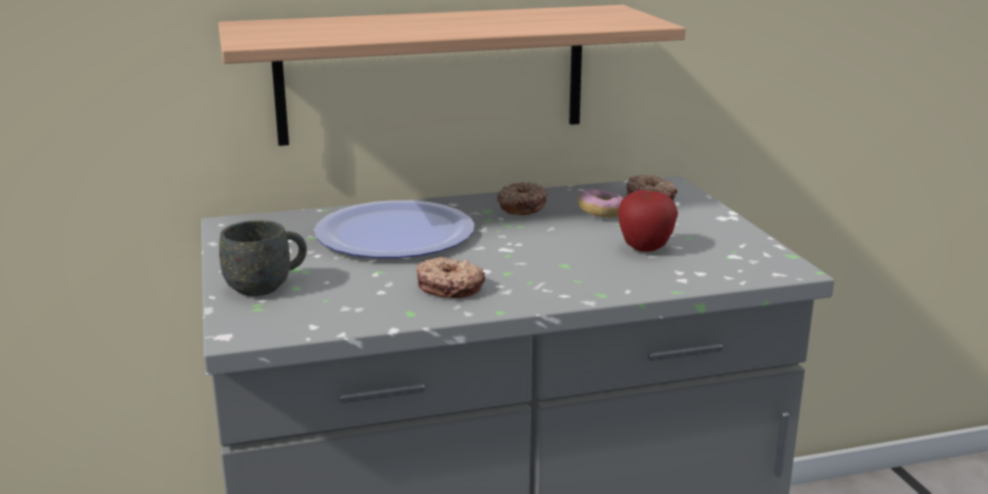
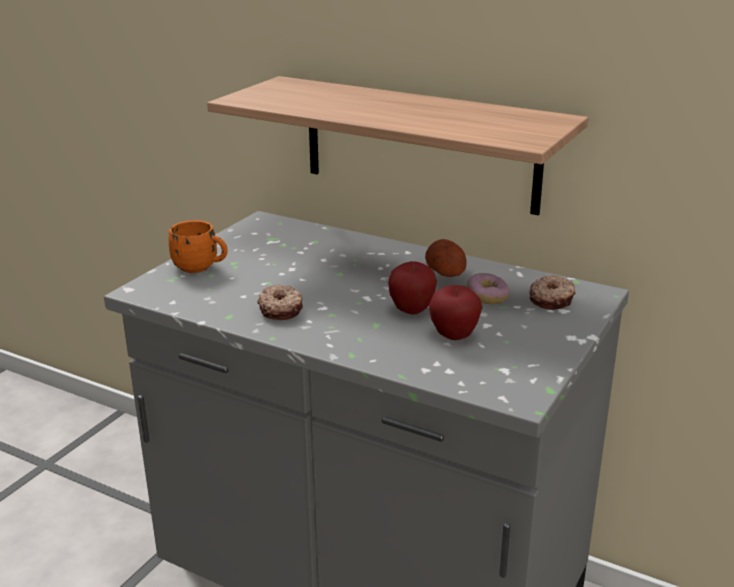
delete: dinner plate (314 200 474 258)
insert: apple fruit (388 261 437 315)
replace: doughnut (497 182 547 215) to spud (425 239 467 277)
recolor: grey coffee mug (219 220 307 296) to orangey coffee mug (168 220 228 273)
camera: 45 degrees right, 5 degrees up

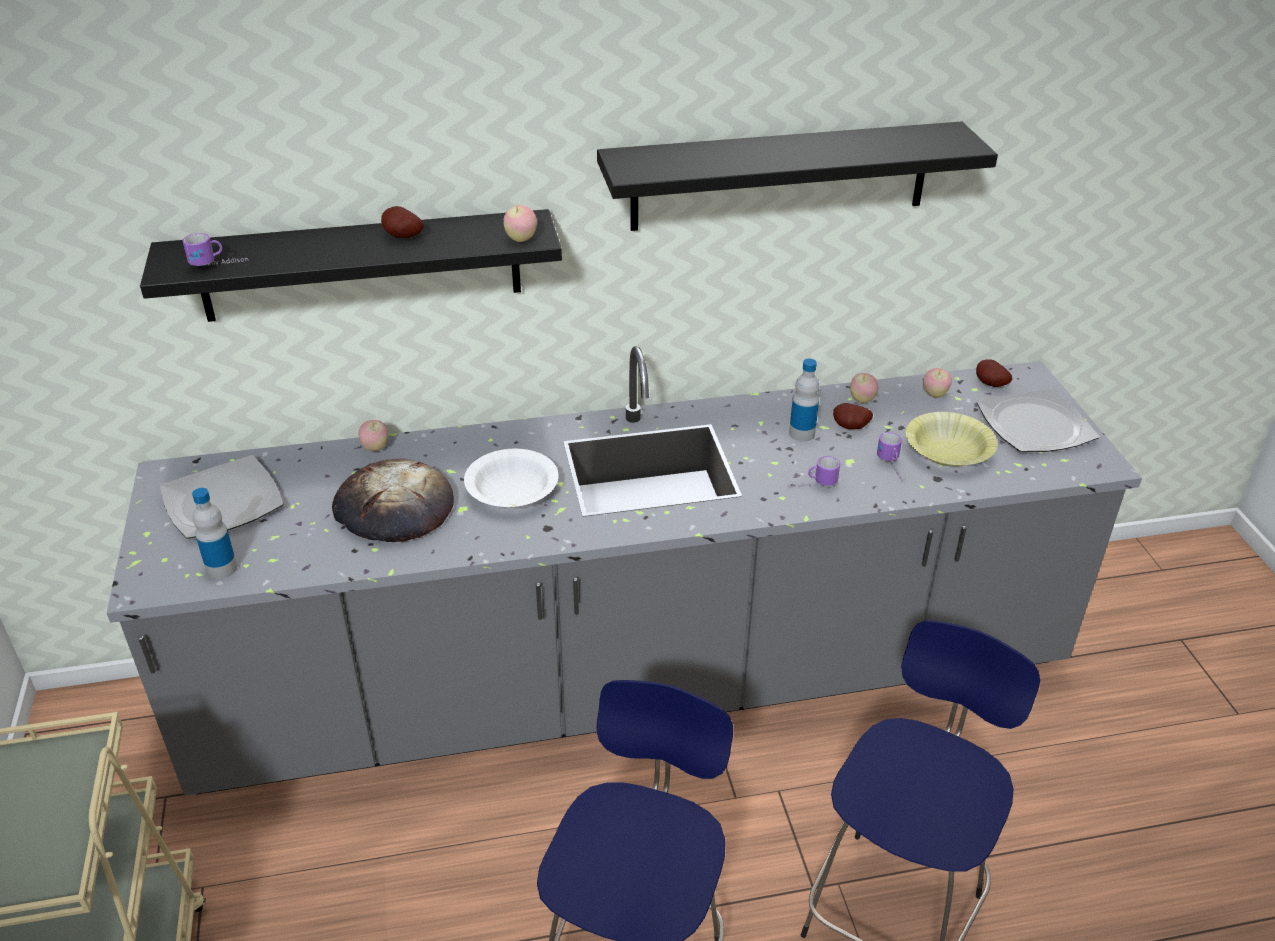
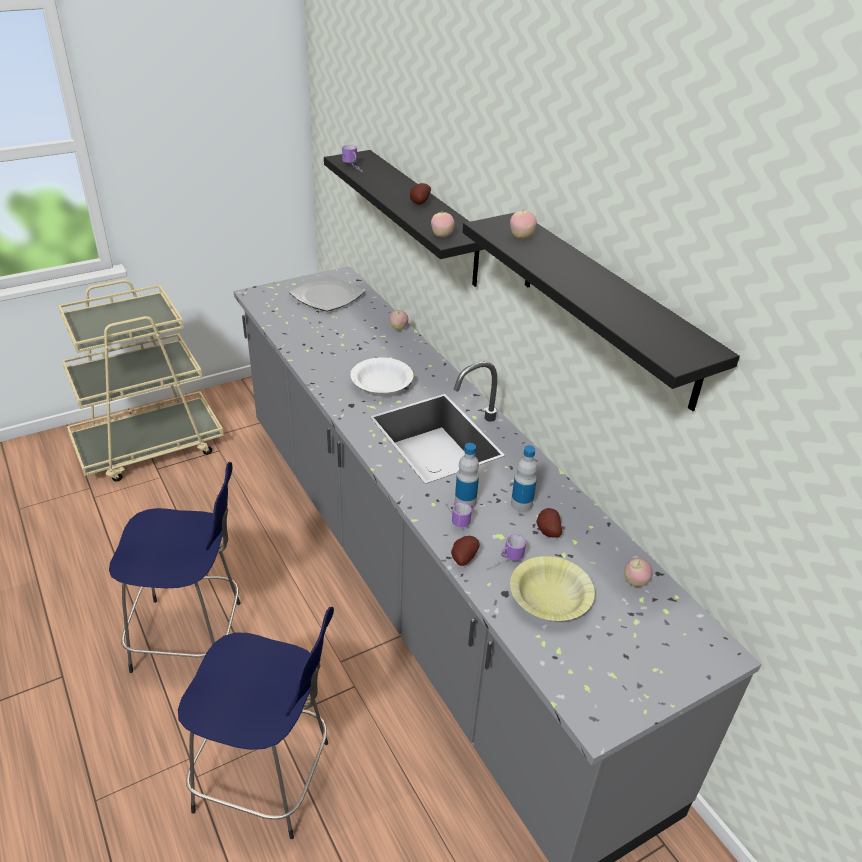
delete: baked bread (332 459 454 542); dinner plate (977 389 1099 452)
move: spud (976 359 1012 387) to (451 536 480 566); drink bottle (192 488 237 579) to (455 443 479 508); apple fruit (850 373 878 403) to (510 208 537 239)
camera: 70 degrees right, 0 degrees up

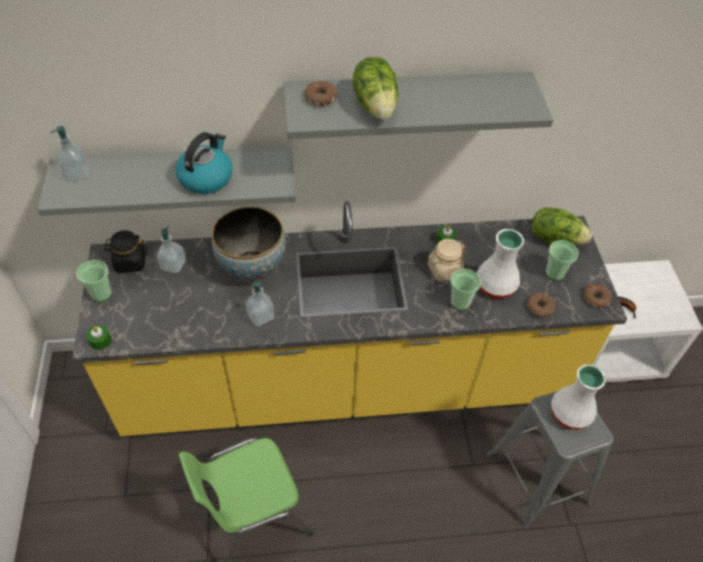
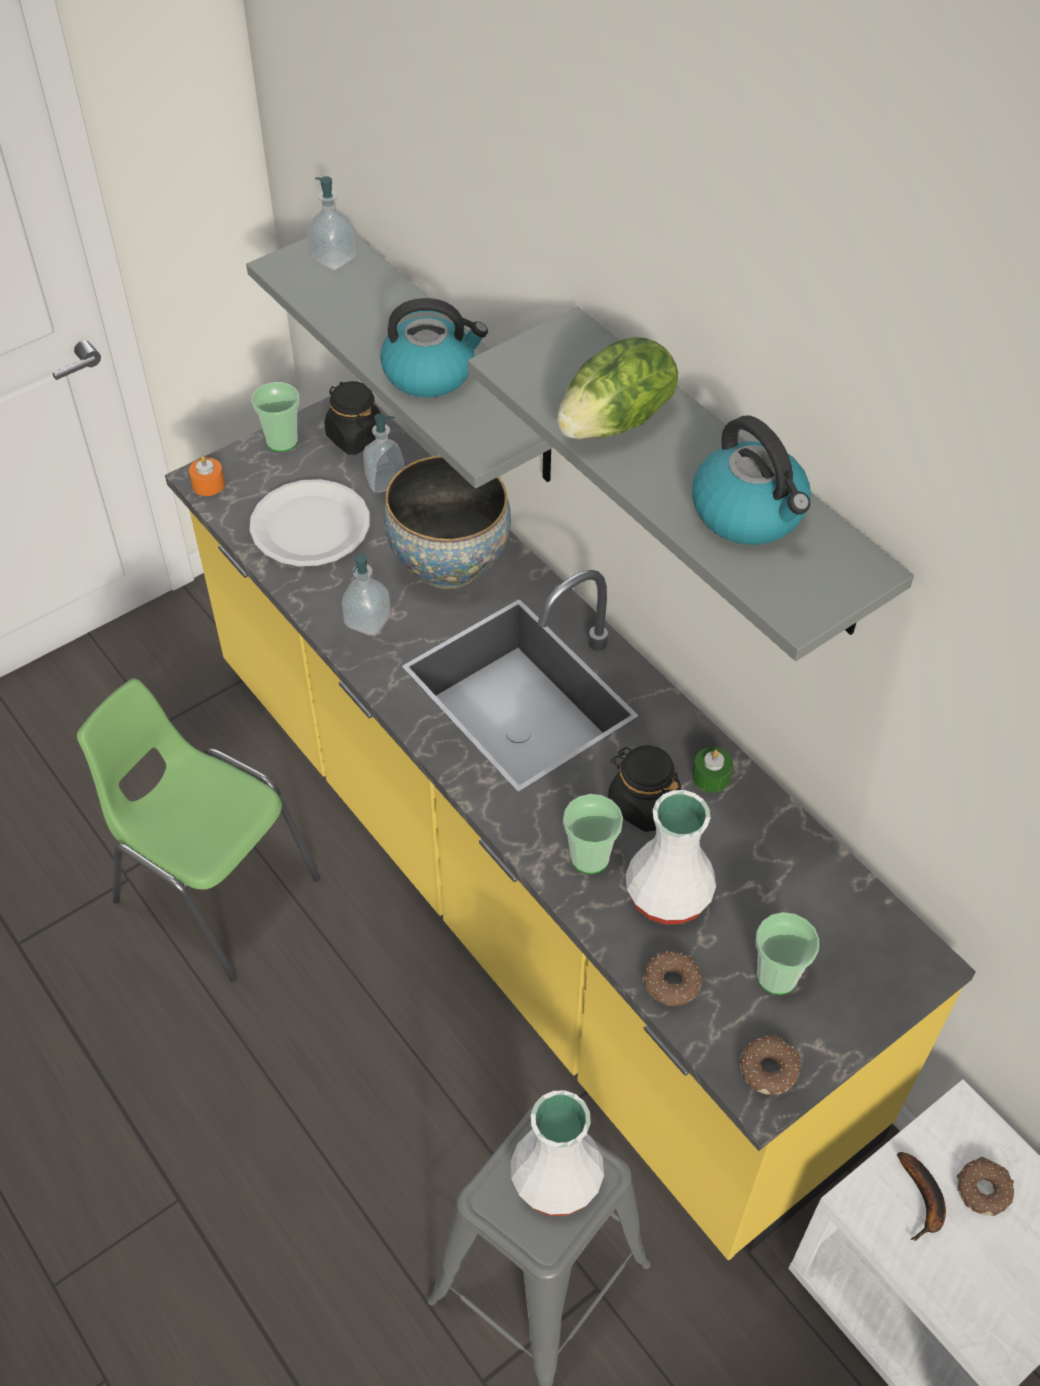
delete: lettuce head (532 207 592 245)
insert: white dinner plate (250 479 370 566); tea kettle (692 416 811 545)
move: doughnut (305 81 337 106) to (957 1157 1014 1216)
recolor: green-coloured wax light (86 325 112 350) to orangey wax light (189 455 225 496); sand-coloured preserve jar (428 239 466 282) to black preserve jar (608 745 681 832)
camera: 60 degrees right, 0 degrees up

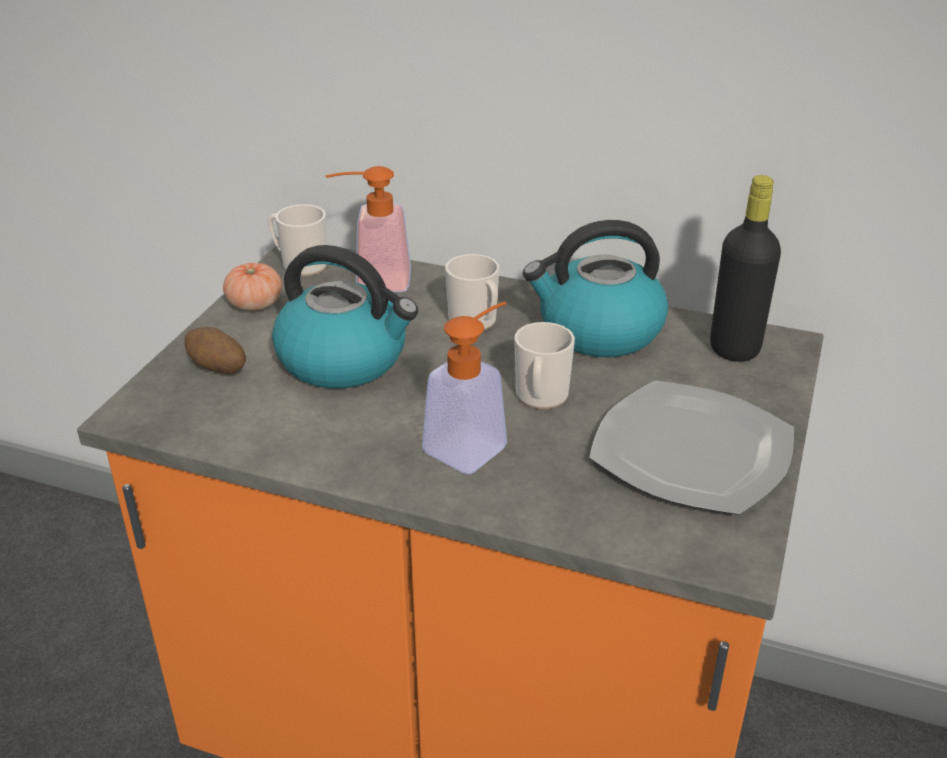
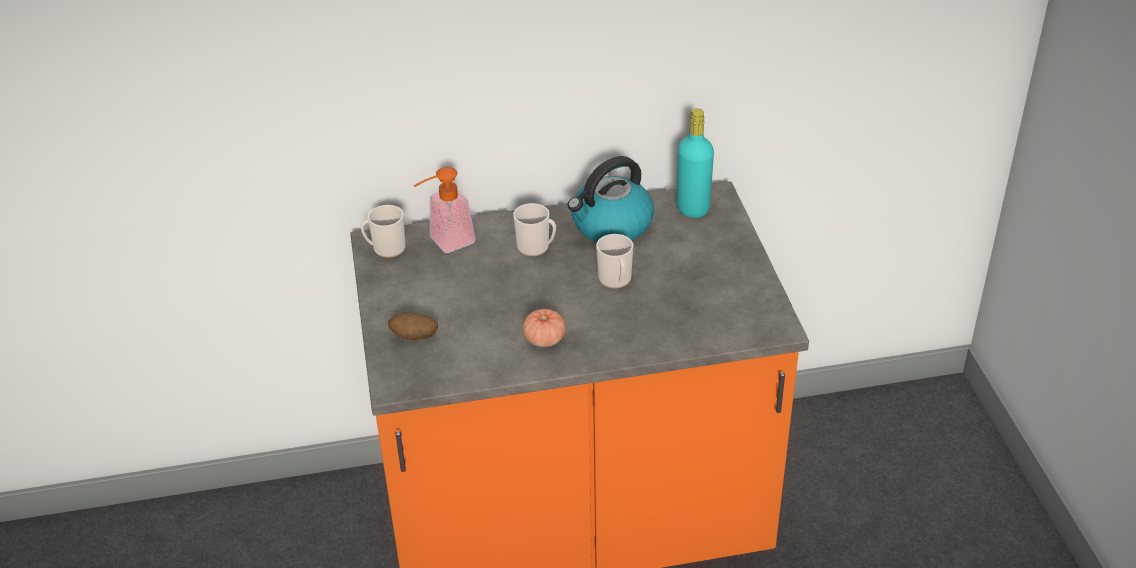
delete: tea kettle (272 245 418 389); soap bottle (422 301 507 474); dinner plate (589 381 794 515)
move: fresh tomato (223 263 282 311) to (522 309 566 347)
recolor: black drink bottle (710 175 781 362) to turquoise-coloured drink bottle (677 108 714 218)
camera: 30 degrees left, 5 degrees up

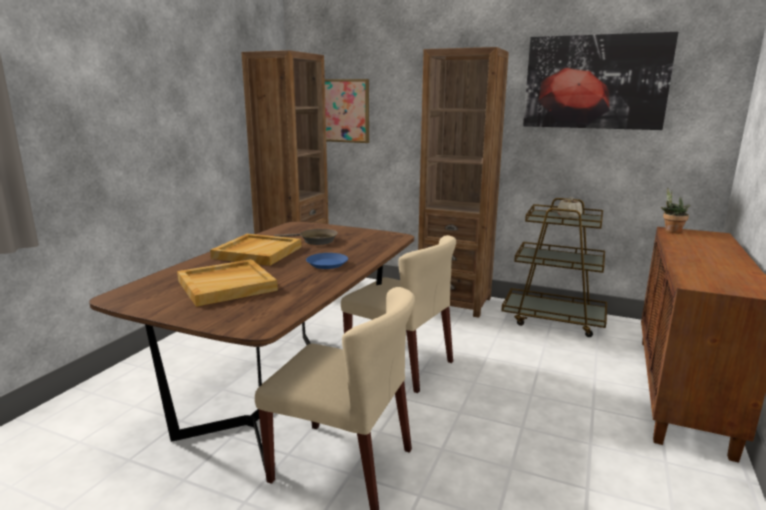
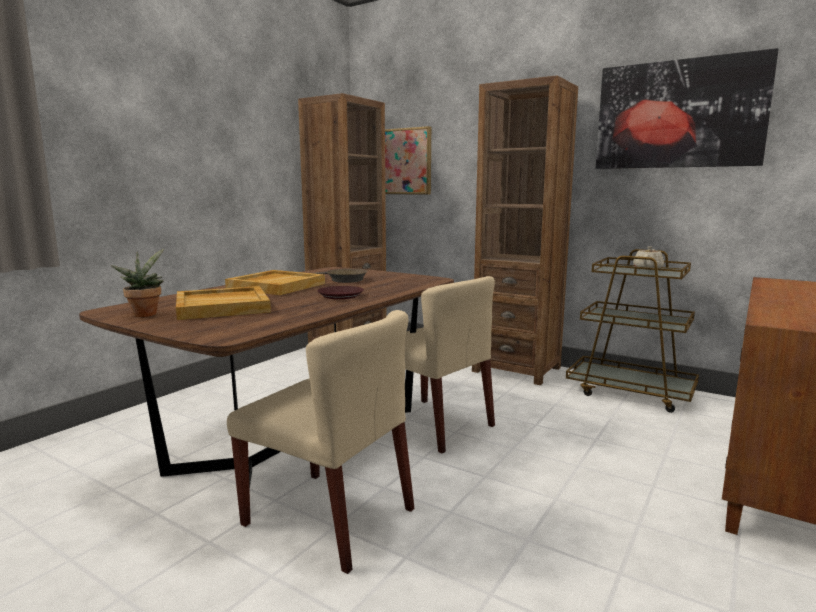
move: plant in a pot (661 187 690 233) to (111 249 164 317)
recolor: blue dinner plate (306 253 348 269) to brown-coloured dinner plate (317 286 364 299)
camera: 10 degrees right, 5 degrees down

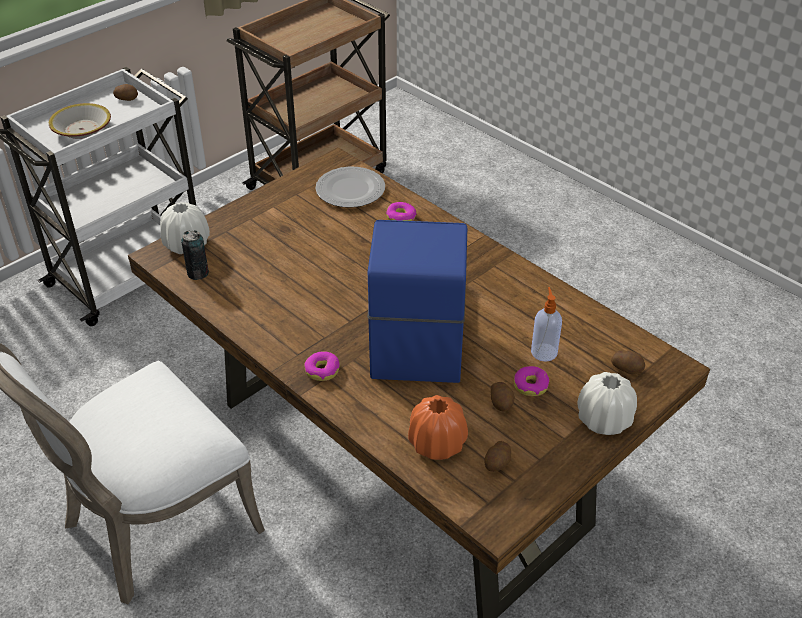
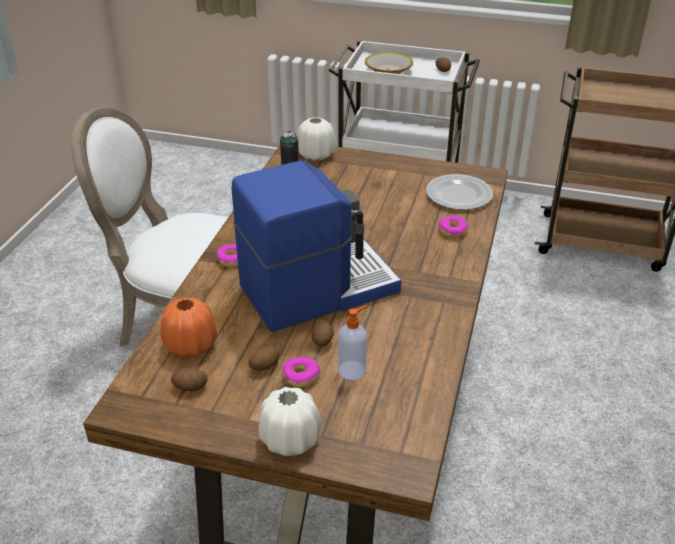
move: spud (611 350 645 374) to (312 319 334 347)
camera: 60 degrees right, 5 degrees down

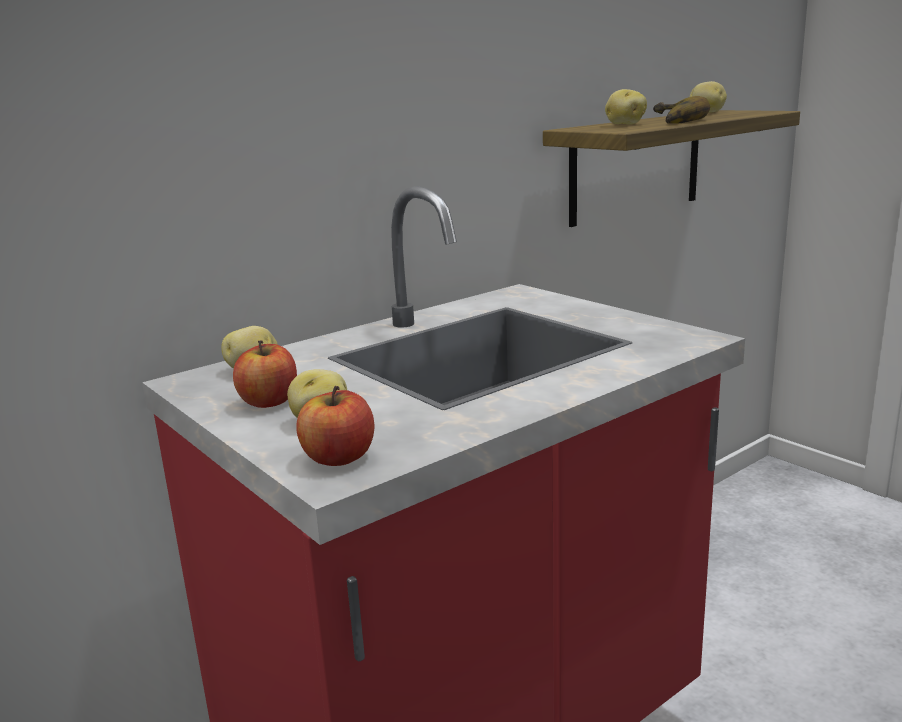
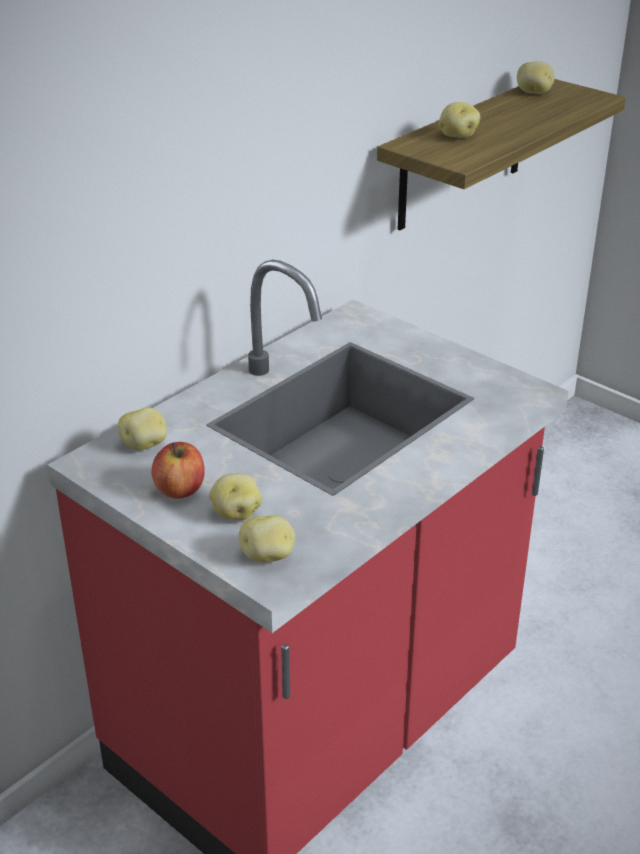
delete: banana fruit (653 96 710 124)
replace: apple fruit (296 386 374 466) to spud (239 516 295 562)
camera: 10 degrees left, 15 degrees up

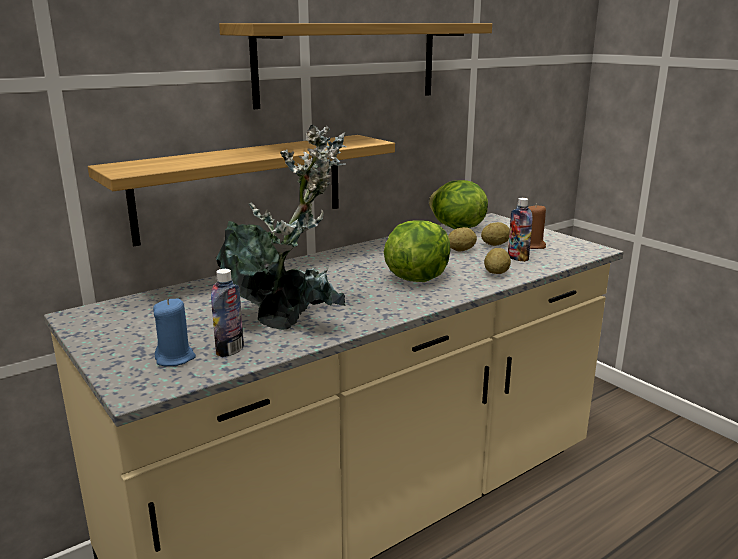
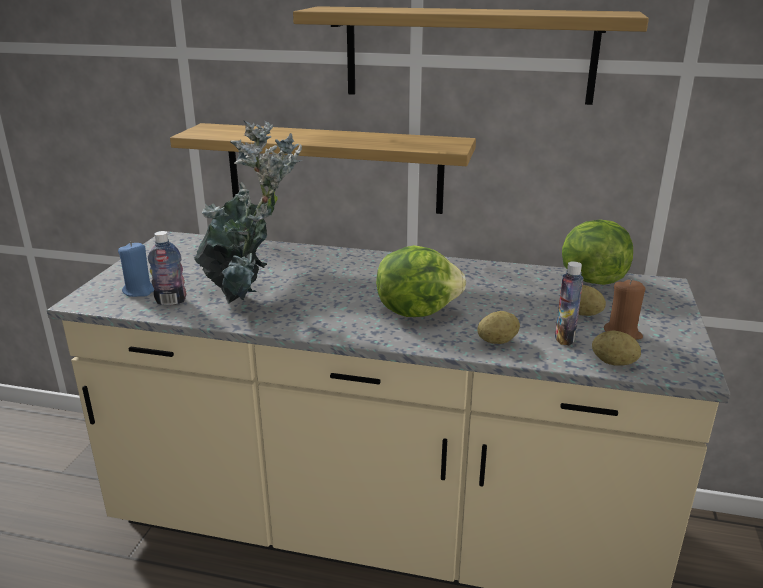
move: spud (448 227 477 252) to (592 330 641 366)
camera: 50 degrees right, 5 degrees up

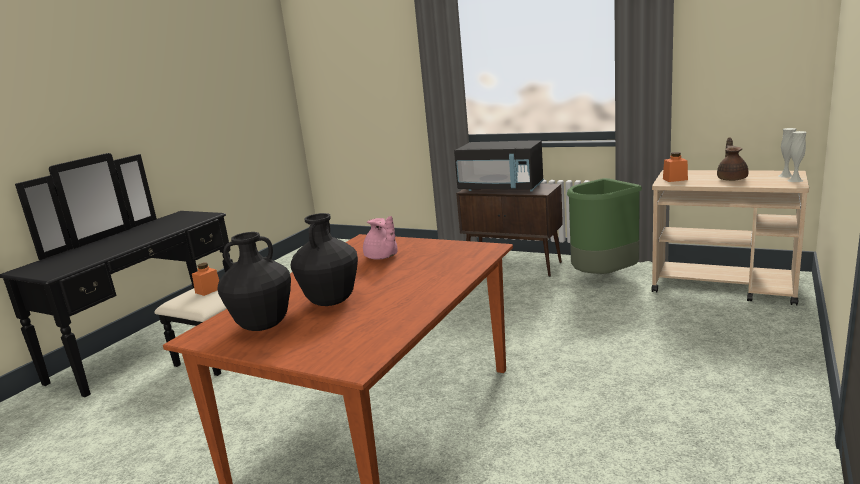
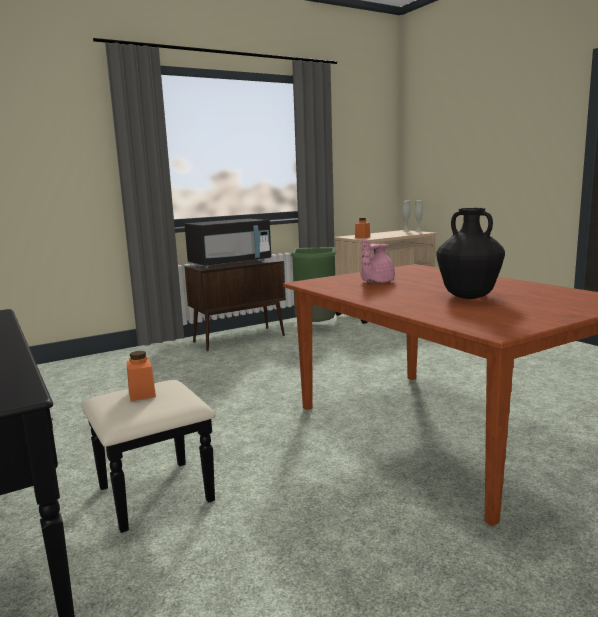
delete: black vase (218 232 291 331); brown-coloured teapot (717 137 748 181)
rotate: pink-coloured teapot (363 216 398 260) = (361 238 395 283) 135 degrees clockwise
camera: 60 degrees left, 5 degrees down

